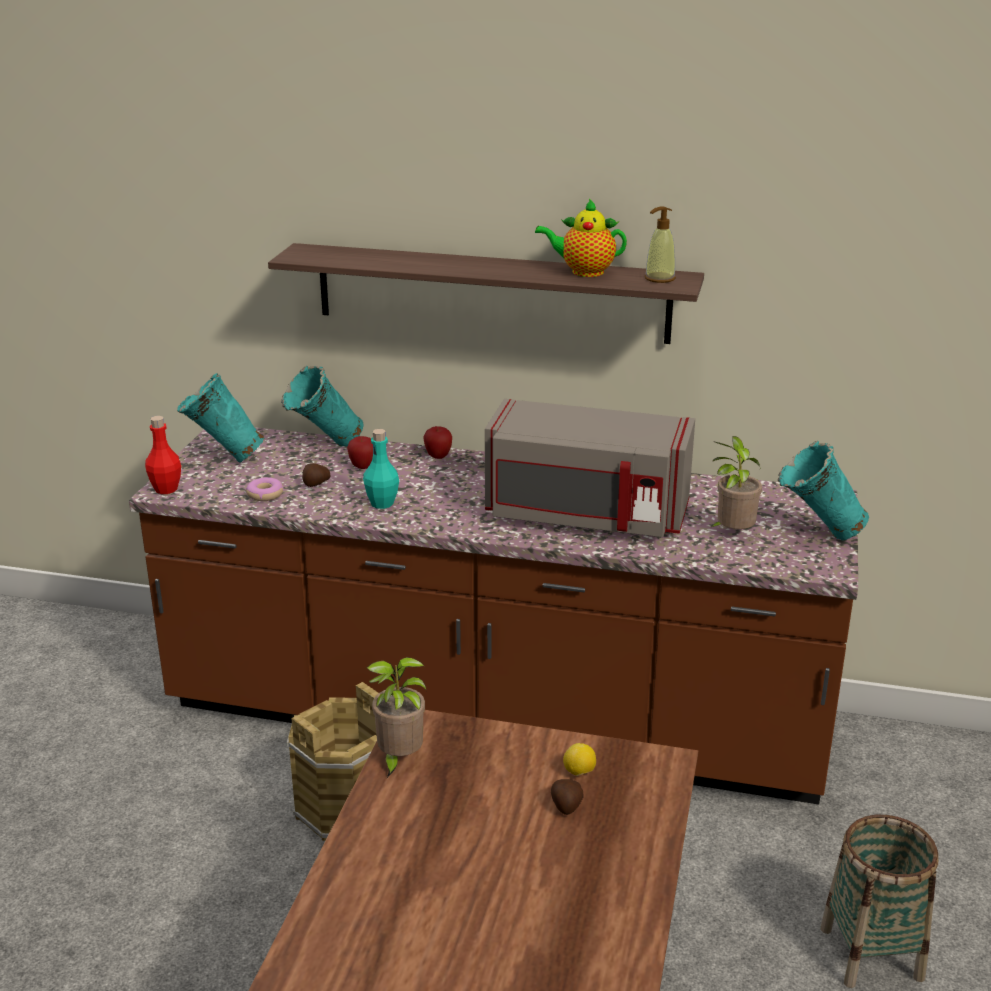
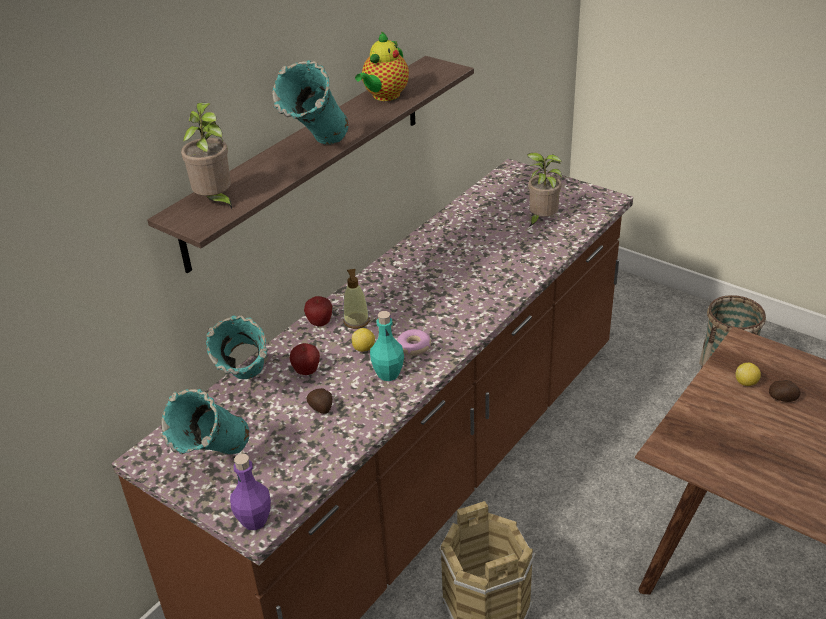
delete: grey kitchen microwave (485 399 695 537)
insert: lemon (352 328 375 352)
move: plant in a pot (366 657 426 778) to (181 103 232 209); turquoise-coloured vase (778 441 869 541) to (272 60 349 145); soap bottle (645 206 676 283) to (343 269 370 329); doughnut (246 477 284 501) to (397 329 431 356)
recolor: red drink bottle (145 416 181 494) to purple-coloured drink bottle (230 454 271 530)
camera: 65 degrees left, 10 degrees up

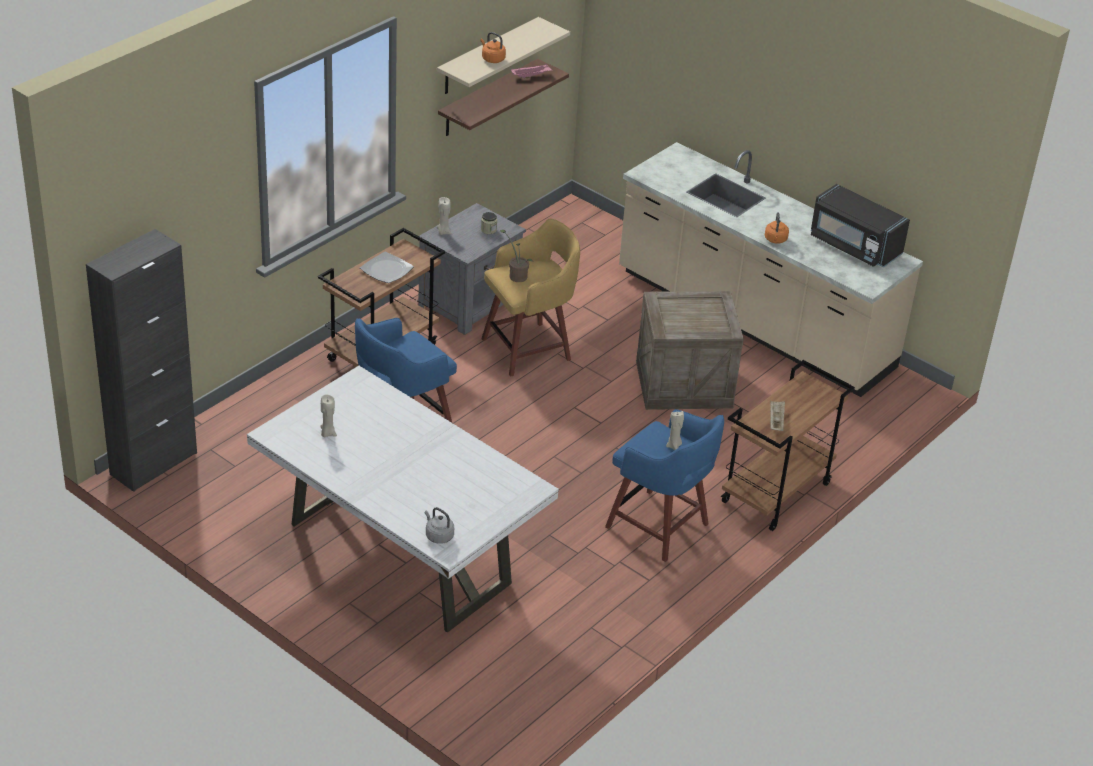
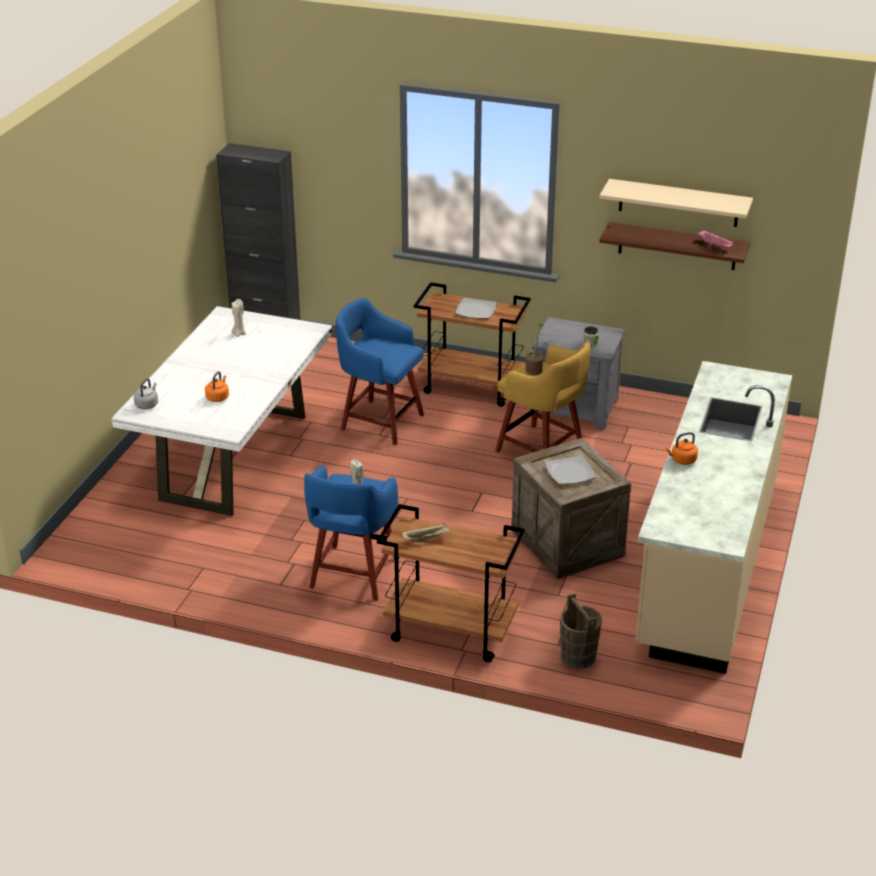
delete: sand-coloured wax light (437 197 452 235); black kitchen microwave (811 184 910 267)
insert: dinner plate (545 456 596 484); brown-coloured pail (560 593 602 669)
move: orangey tea kettle (480 32 506 63) to (205 371 229 402)
camera: 70 degrees right, 5 degrees down

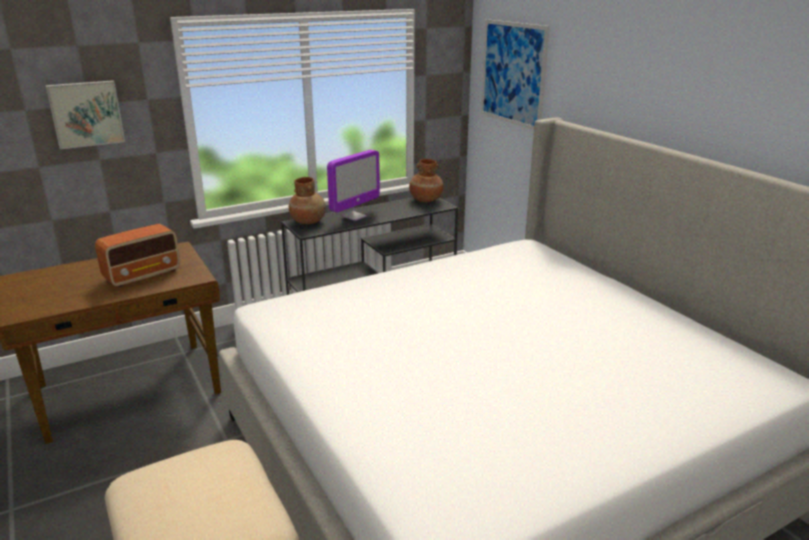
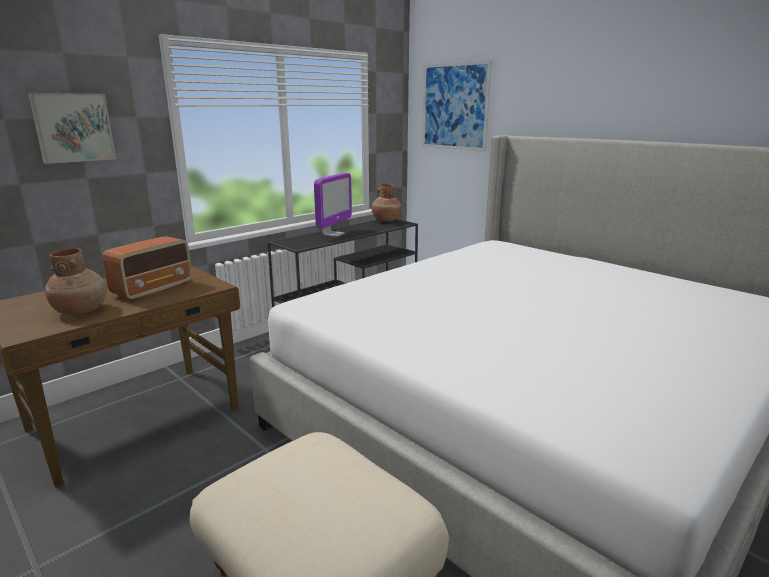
move: brown-coloured vase (289 177 326 224) to (45 248 107 315)
camera: 15 degrees left, 5 degrees down

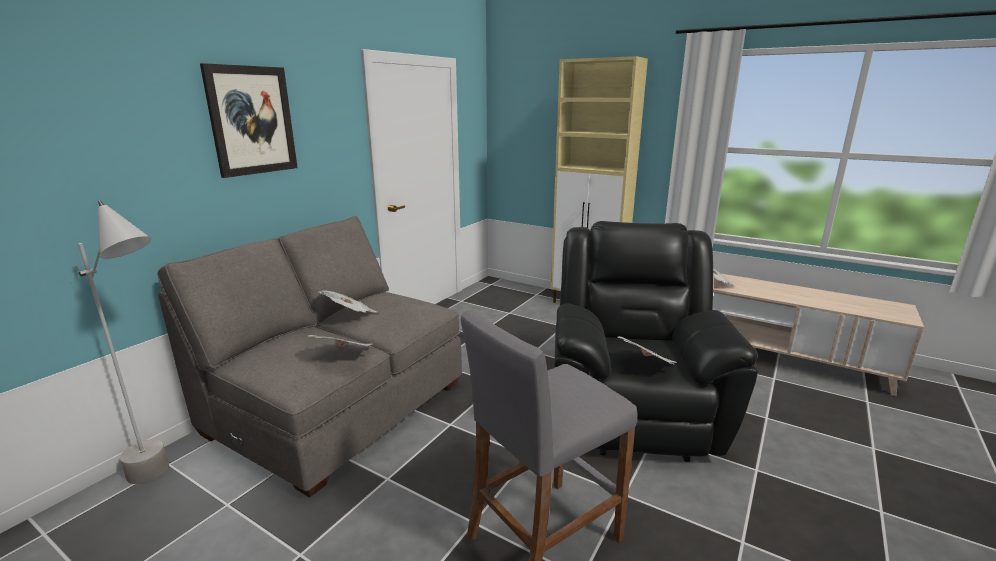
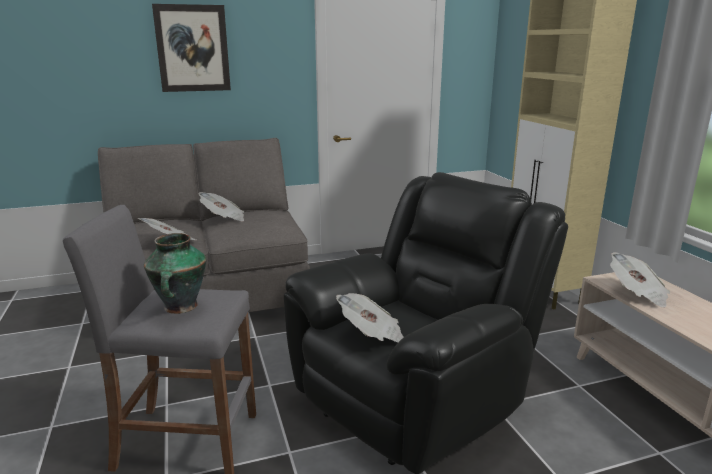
delete: grey standing lamp (75 201 169 484)
insert: vase (144 233 206 314)
camera: 40 degrees right, 0 degrees up

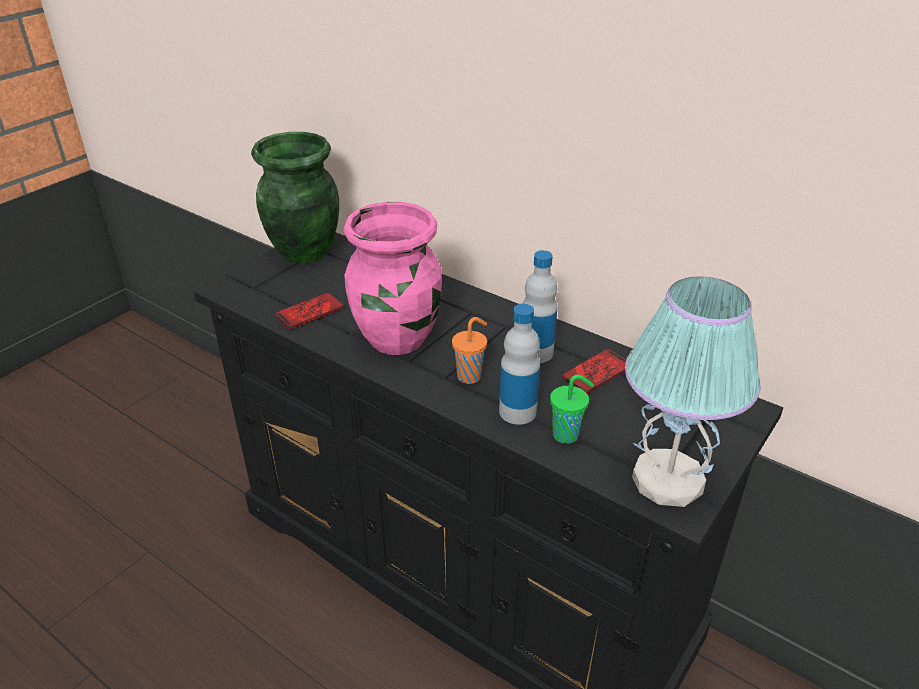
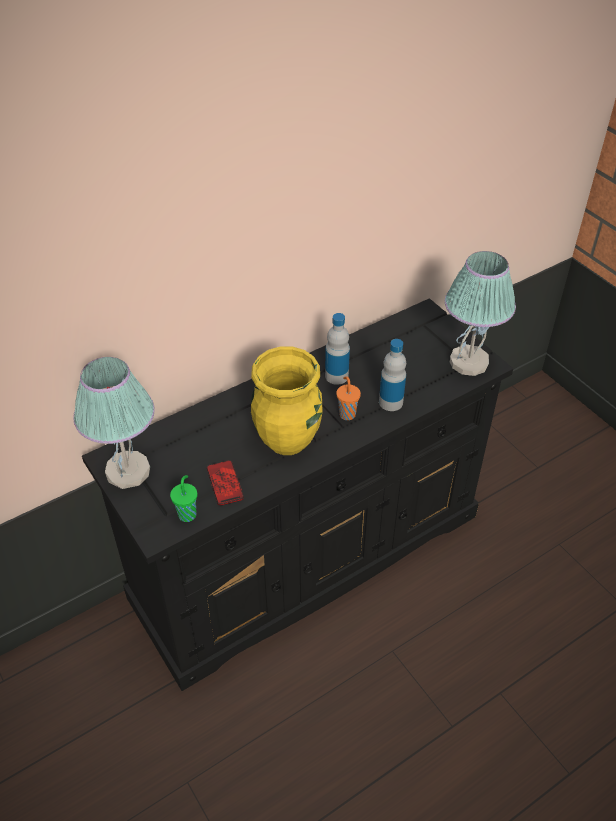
delete: phone (562 349 626 394)
move: green-coloured cup (550 375 594 444) to (170 475 197 522)
replace: green-coloured vase (251 132 339 264) to table lamp (73 357 155 489)
recolor: pink-coloured vase (344 202 442 355) to yellowish vase (251 347 322 455)
camera: 70 degrees left, 10 degrees up

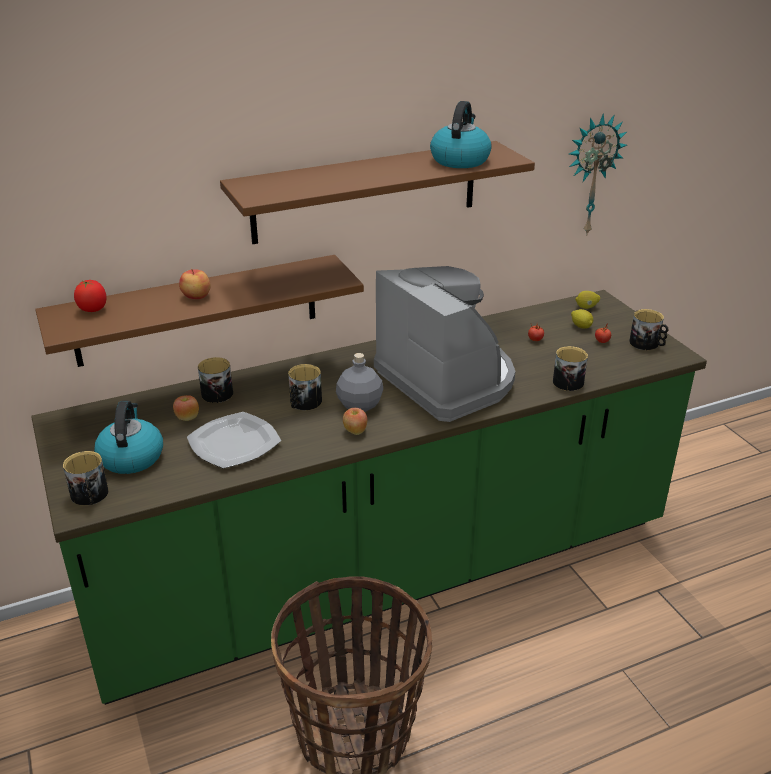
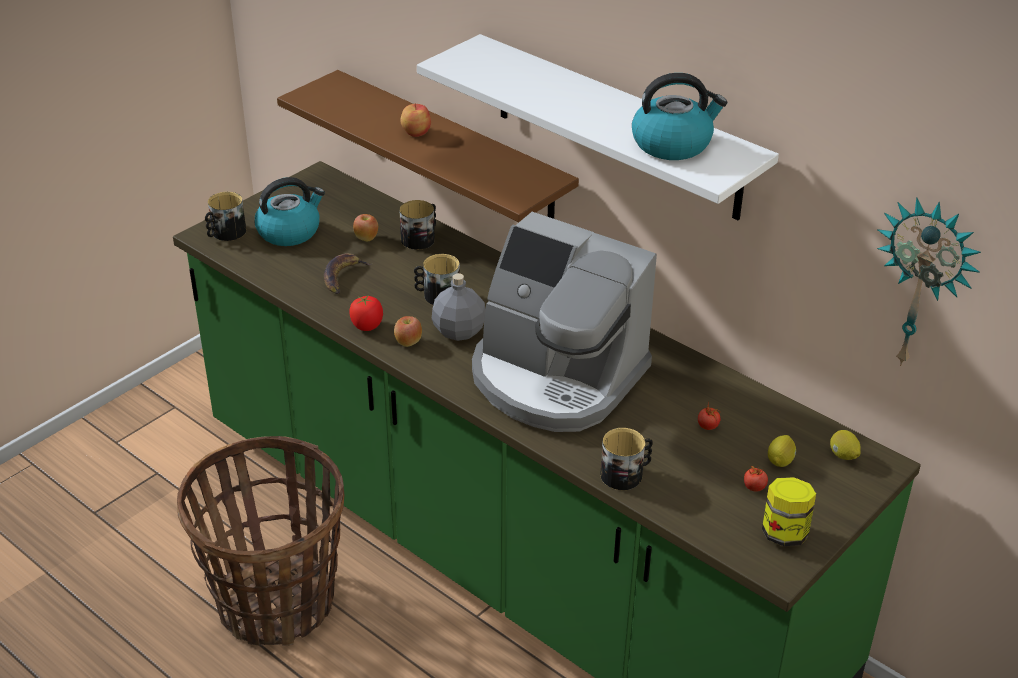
move: fresh tomato (74 280 106 312) to (349 295 383 331)
replace: dinner plate (187 412 281 469) to banana fruit (324 253 371 294); coffee mug (629 309 669 350) to preserve jar (762 477 816 546)
recolor: brown-coloured bracket shelf (220 141 535 244) to white bracket shelf (417 34 779 220)
rotate: coffee machine (374 266 515 422) = (472 212 657 432) 90 degrees clockwise
camera: 65 degrees right, 5 degrees up

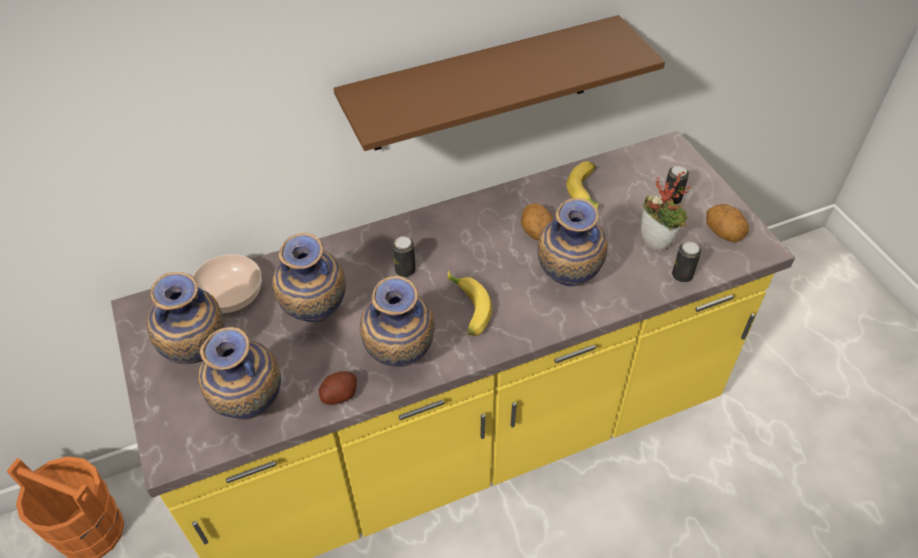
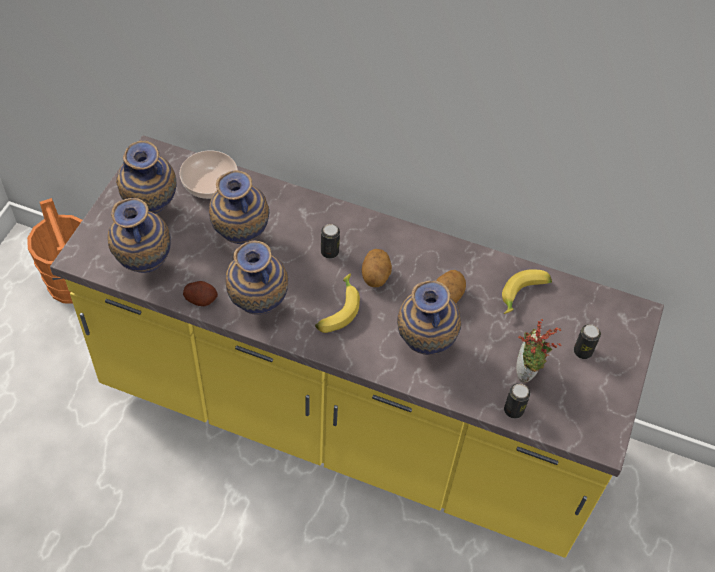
delete: brown-coloured bracket shelf (334 15 665 151)
move: spud (706 204 749 242) to (362 249 392 287)
camera: 40 degrees right, 5 degrees up

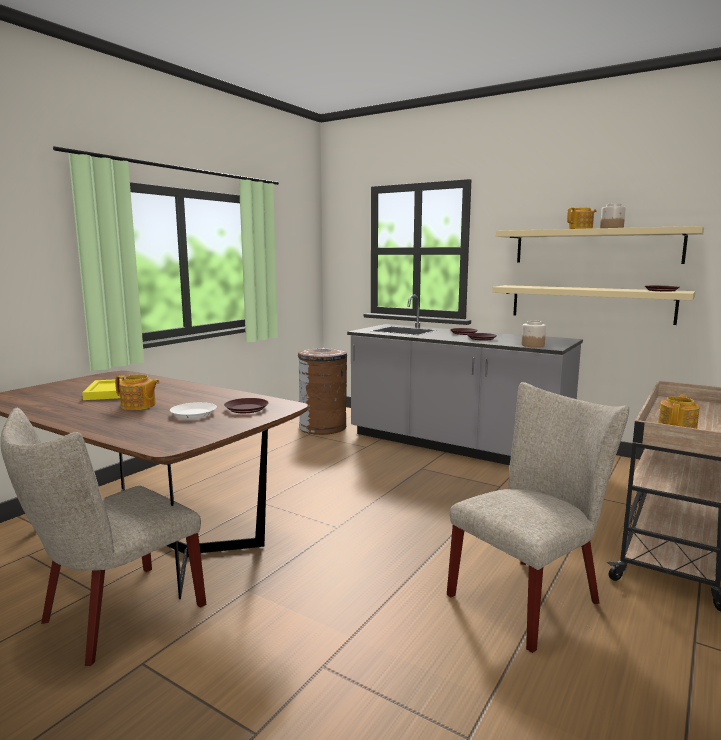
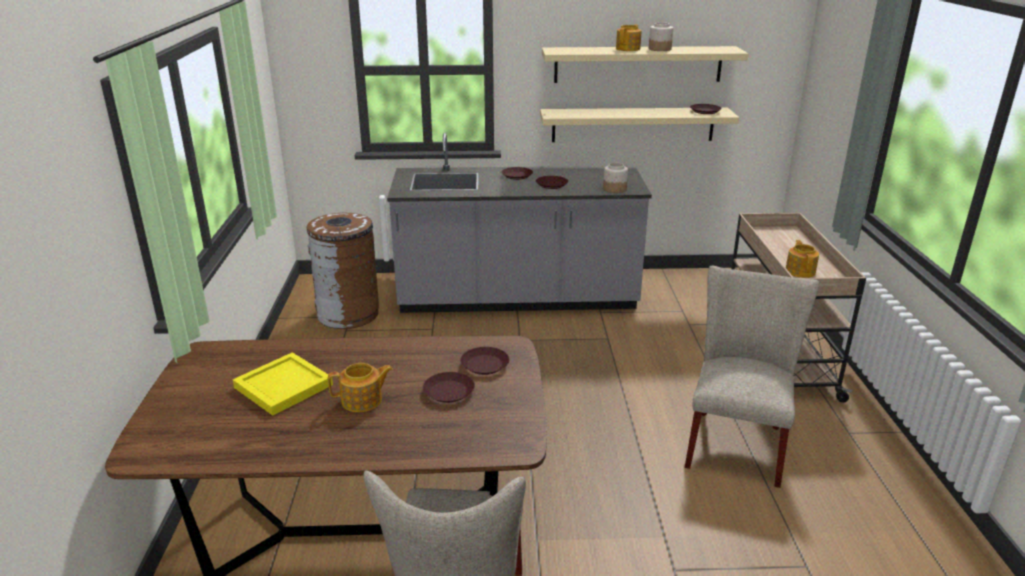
recolor: white dinner plate (170 402 217 419) to brown-coloured dinner plate (423 372 475 403)
camera: 35 degrees left, 15 degrees up

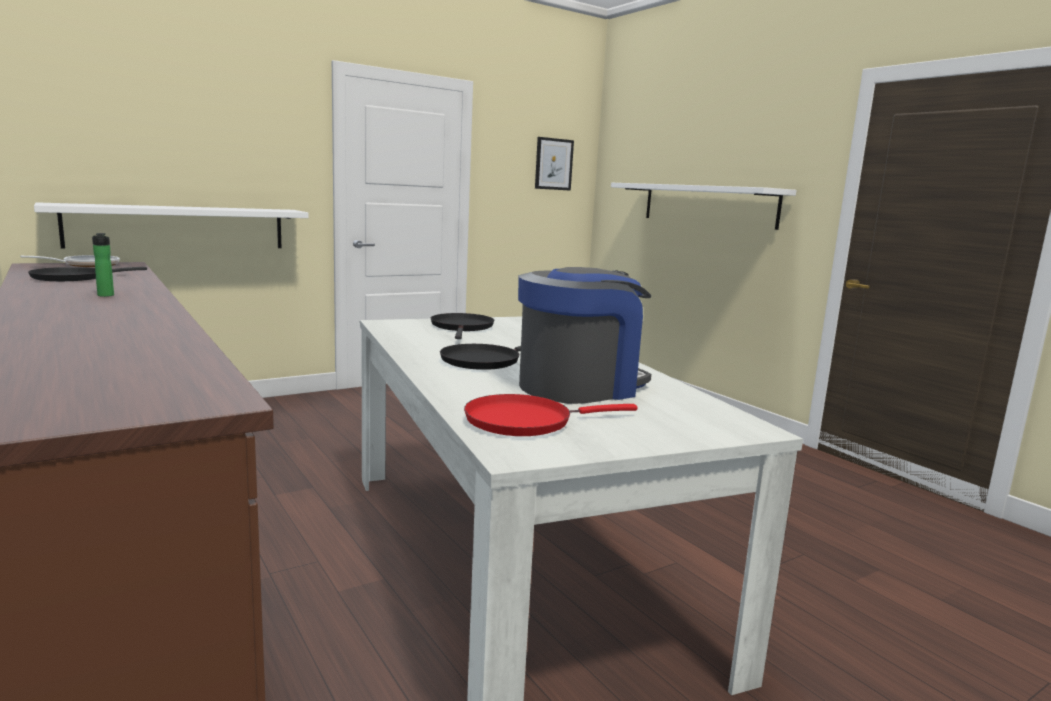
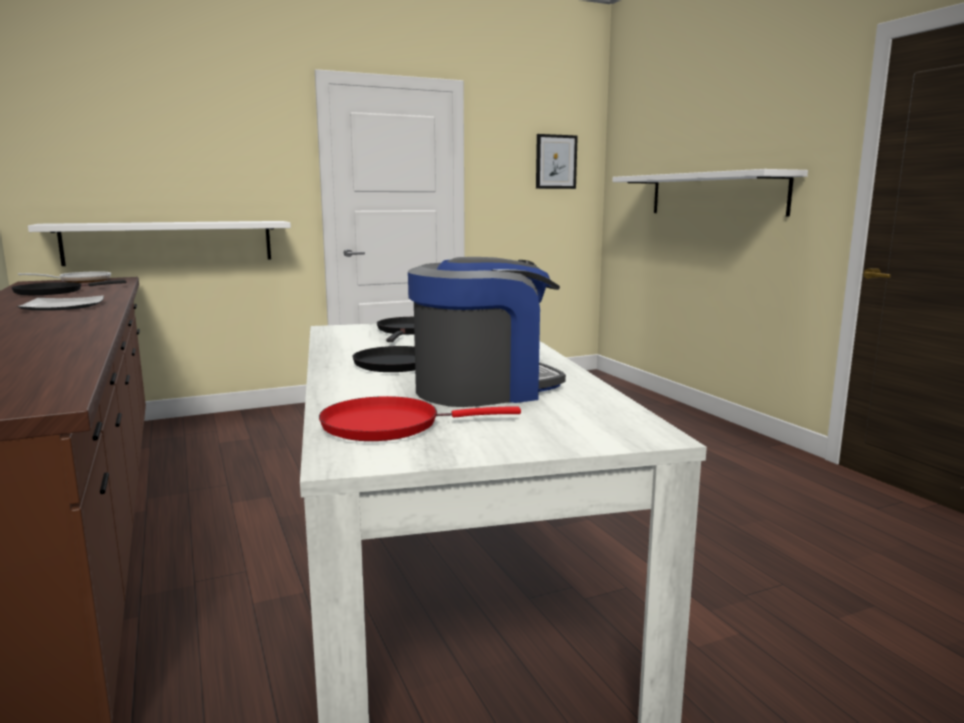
replace: drink bottle (92 233 114 297) to dinner plate (17 295 104 311)
camera: 10 degrees right, 0 degrees up

